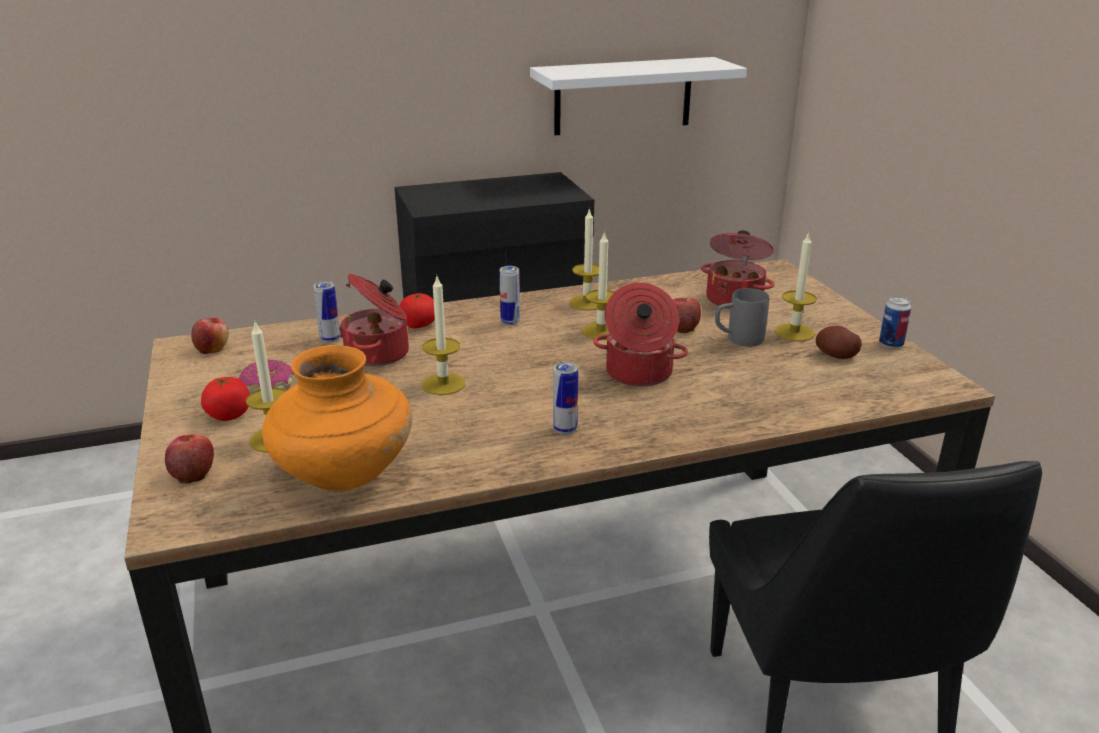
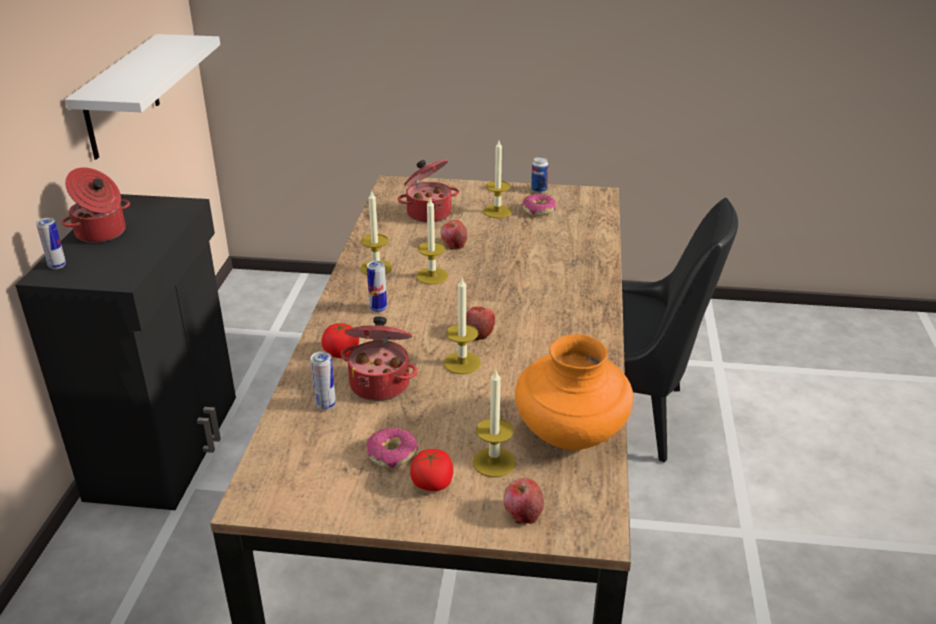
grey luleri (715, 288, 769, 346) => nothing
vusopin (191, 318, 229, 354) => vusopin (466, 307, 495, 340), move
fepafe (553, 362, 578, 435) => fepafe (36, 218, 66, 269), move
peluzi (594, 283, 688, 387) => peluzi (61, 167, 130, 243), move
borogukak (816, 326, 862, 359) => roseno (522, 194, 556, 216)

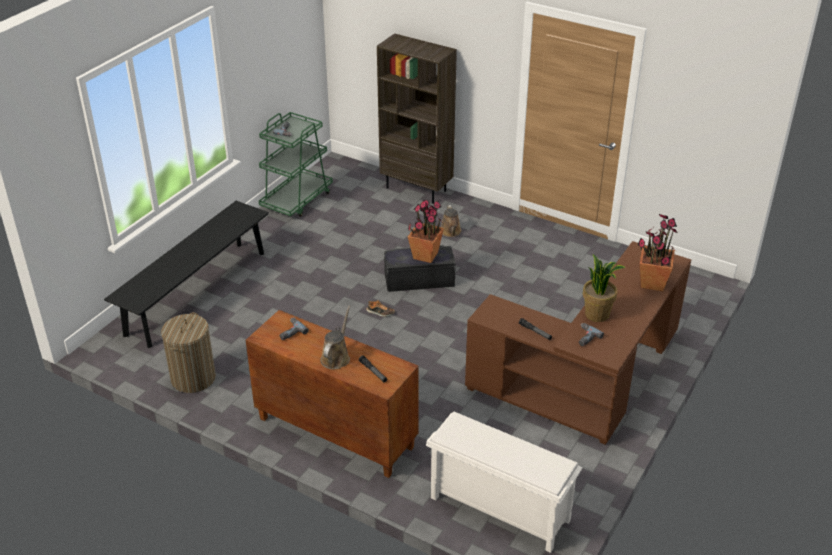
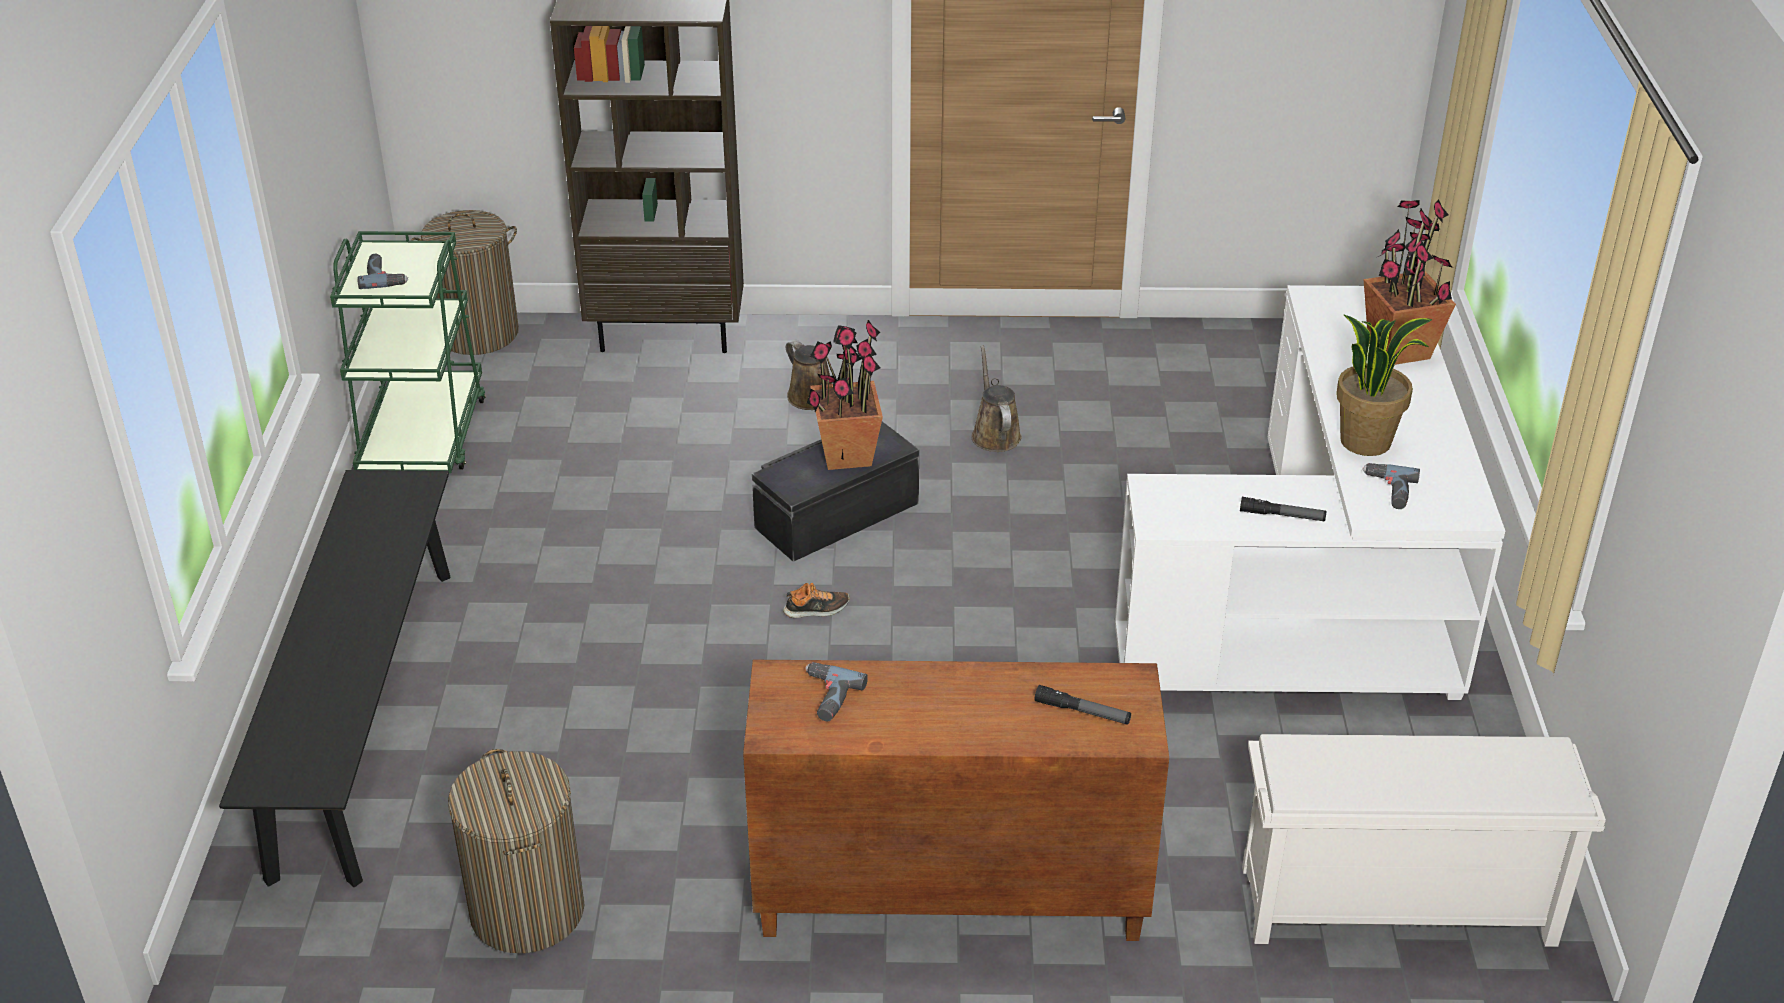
nothing => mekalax (411, 210, 519, 355)
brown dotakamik (320, 306, 351, 369) => brown dotakamik (971, 345, 1022, 452), move
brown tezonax (465, 241, 691, 445) => white tezonax (1115, 285, 1505, 700)

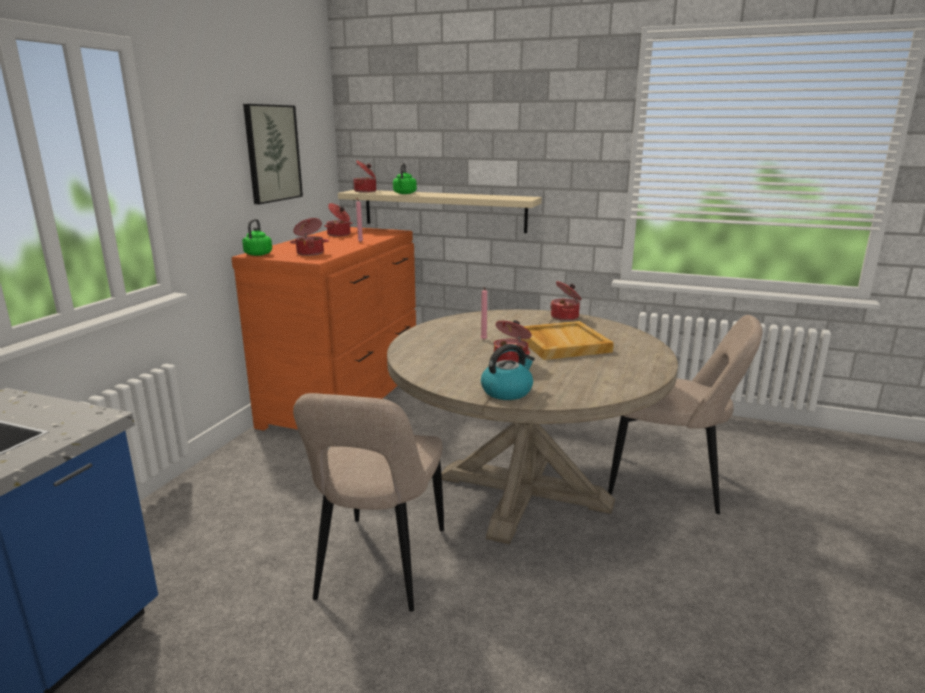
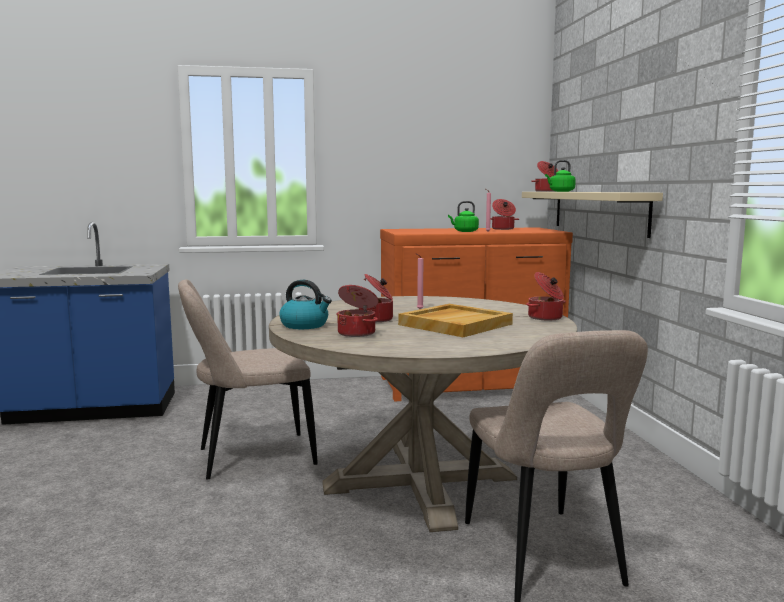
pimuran (243, 104, 303, 204) => nothing
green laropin (242, 219, 272, 256) => green laropin (448, 201, 479, 232), move
peluzi (290, 218, 329, 256) => peluzi (336, 285, 378, 337), move

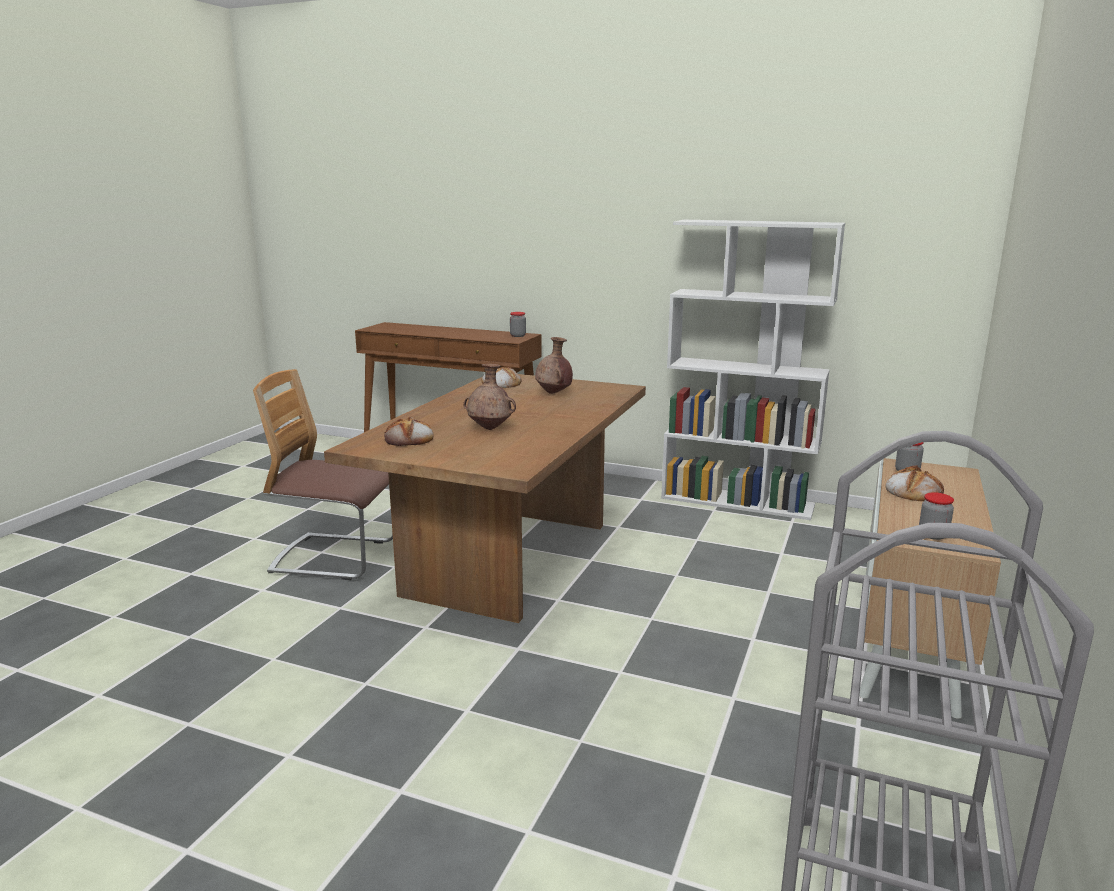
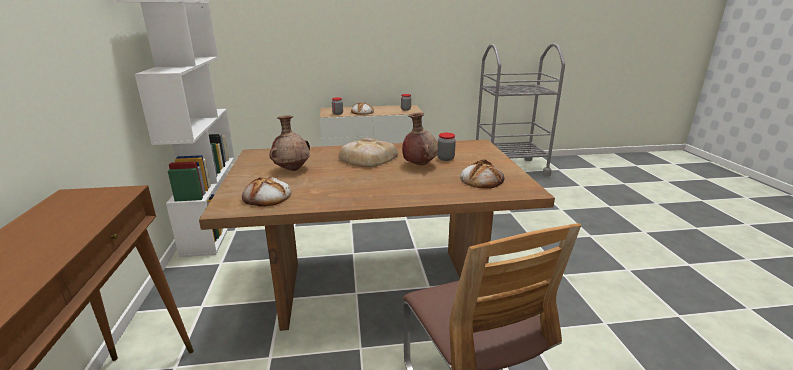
nothing => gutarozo (339, 138, 398, 167)
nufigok (510, 312, 526, 337) => nufigok (437, 133, 456, 161), move

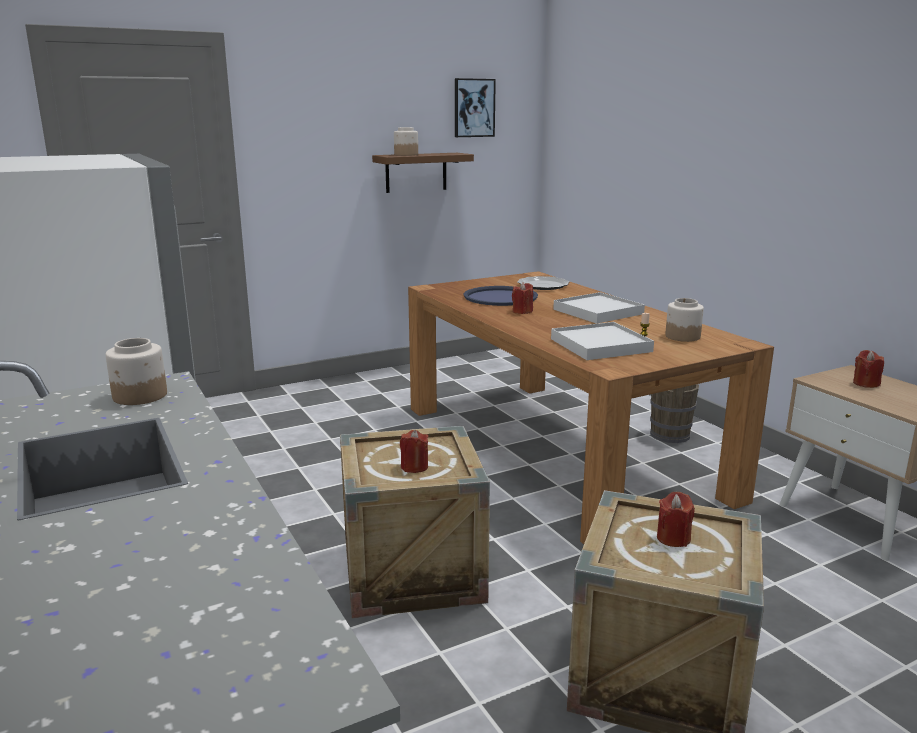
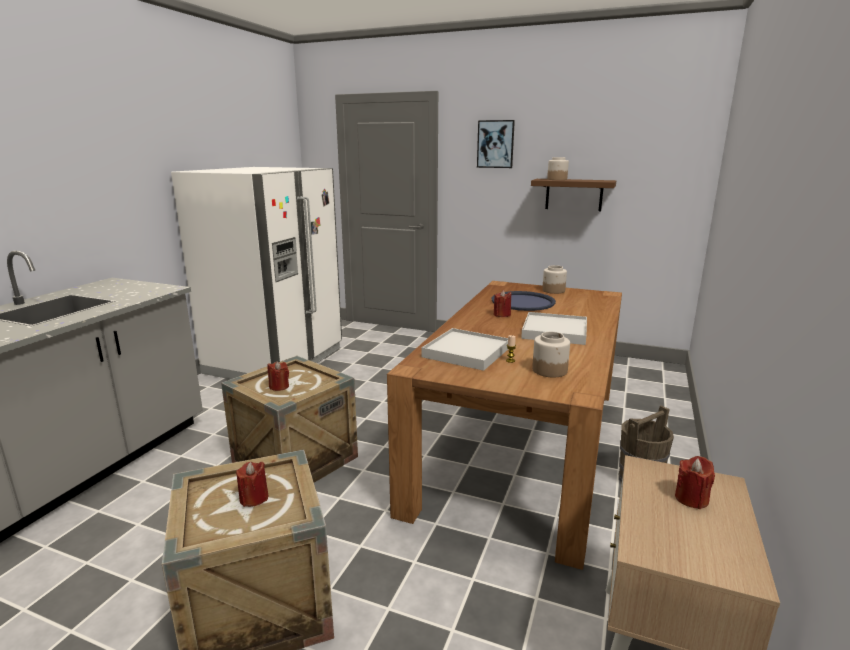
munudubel (517, 276, 569, 290) => nothing
nufigok (106, 338, 167, 405) => nufigok (542, 265, 567, 294), move
pimuran (455, 78, 496, 137) => pimuran (477, 120, 515, 168), move

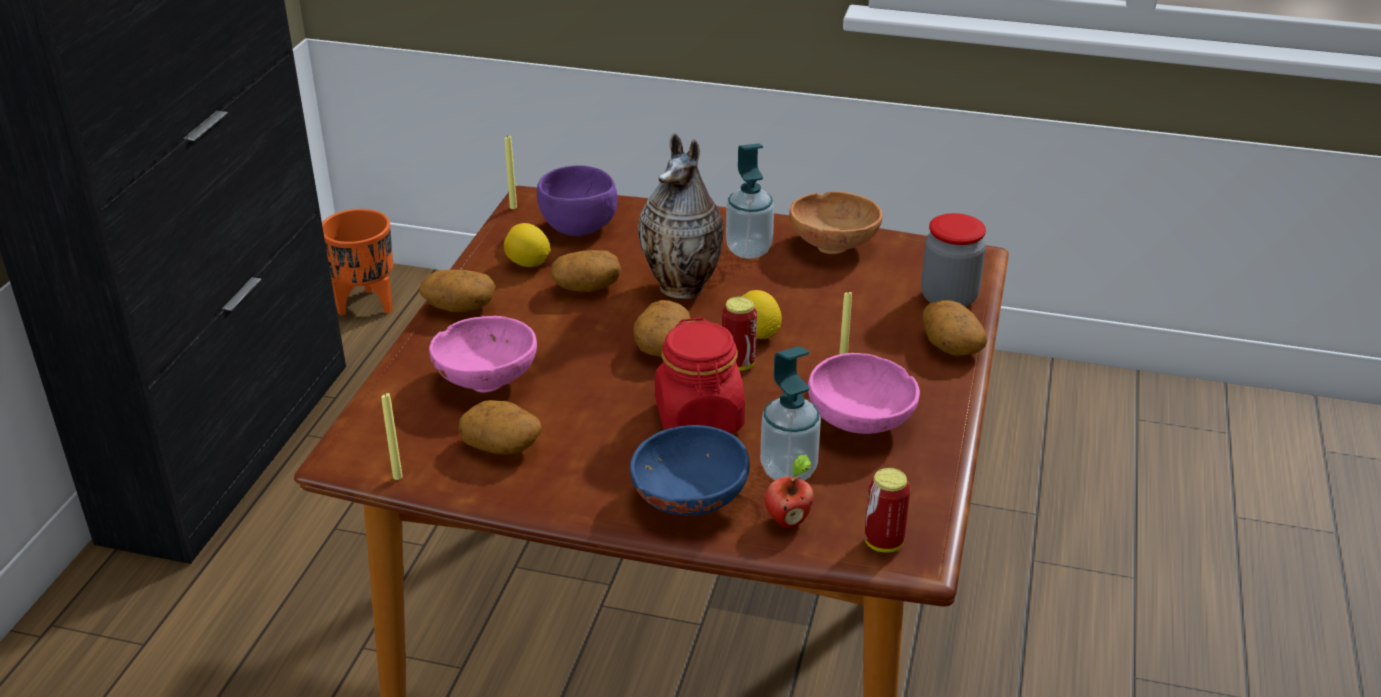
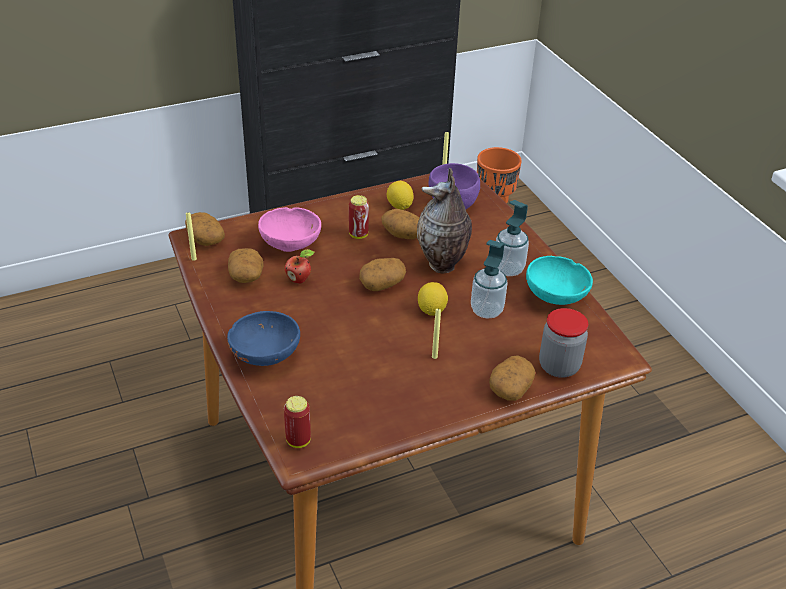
red nufigok (655, 317, 745, 433) => nothing
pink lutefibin (808, 353, 920, 434) => nothing
borogukak (420, 270, 496, 312) => borogukak (185, 212, 225, 246), move
fepafe (722, 296, 757, 371) => fepafe (349, 195, 369, 239), move
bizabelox (760, 346, 821, 480) => bizabelox (471, 240, 508, 319), move
vusopin (765, 454, 814, 528) => vusopin (285, 249, 314, 284), move
brown lutefibin (789, 191, 883, 254) => turquoise lutefibin (526, 256, 593, 305)

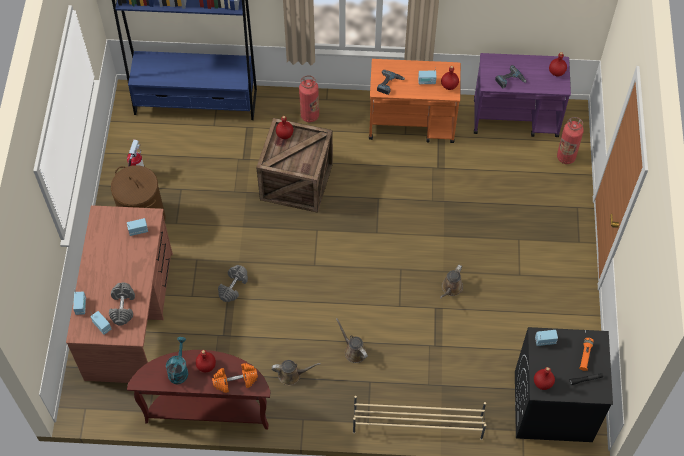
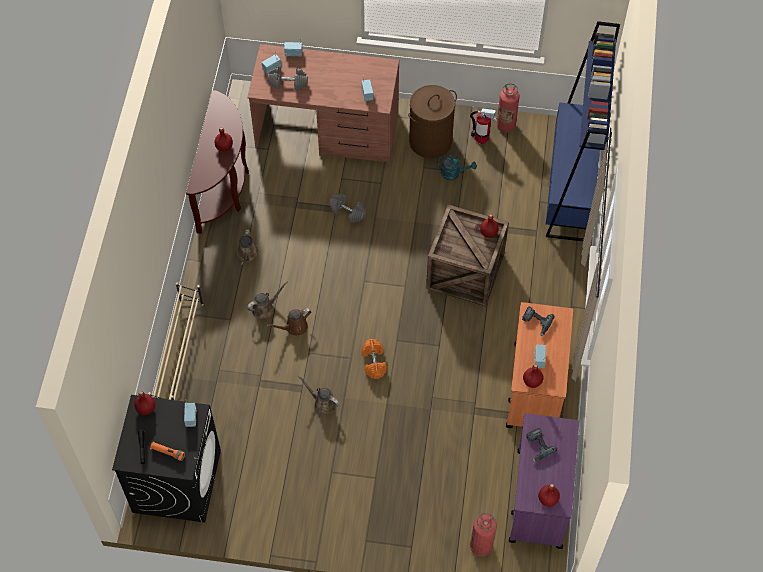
nothing => brown dotakamik (266, 308, 311, 335)
turquoise dotakamik (166, 337, 188, 384) => turquoise dotakamik (437, 155, 477, 180), move
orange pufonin (212, 363, 258, 393) => orange pufonin (362, 339, 387, 379), move
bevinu (299, 75, 319, 122) => bevinu (497, 83, 519, 133), move

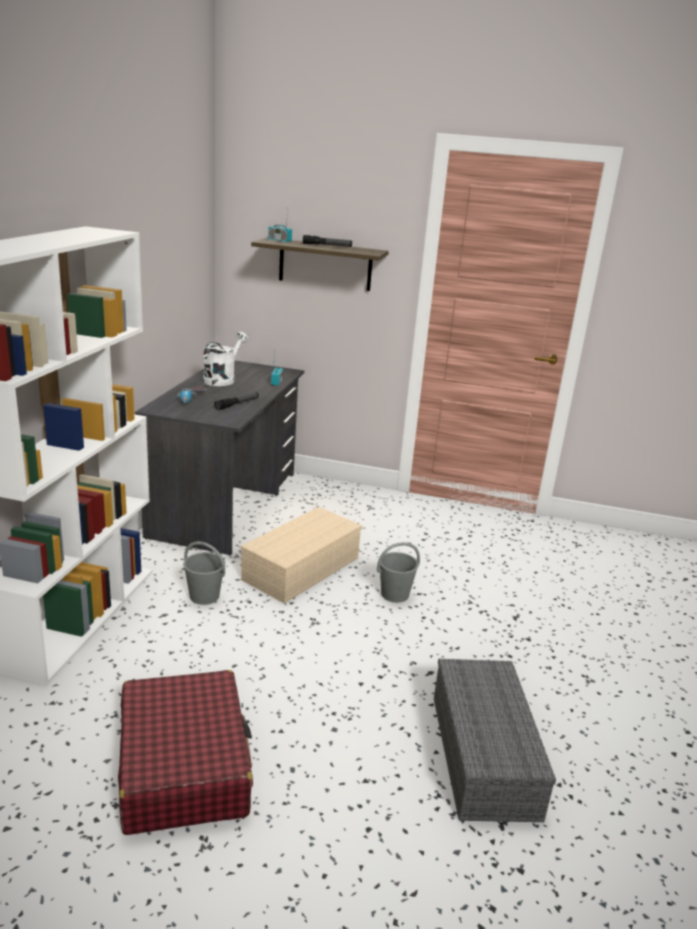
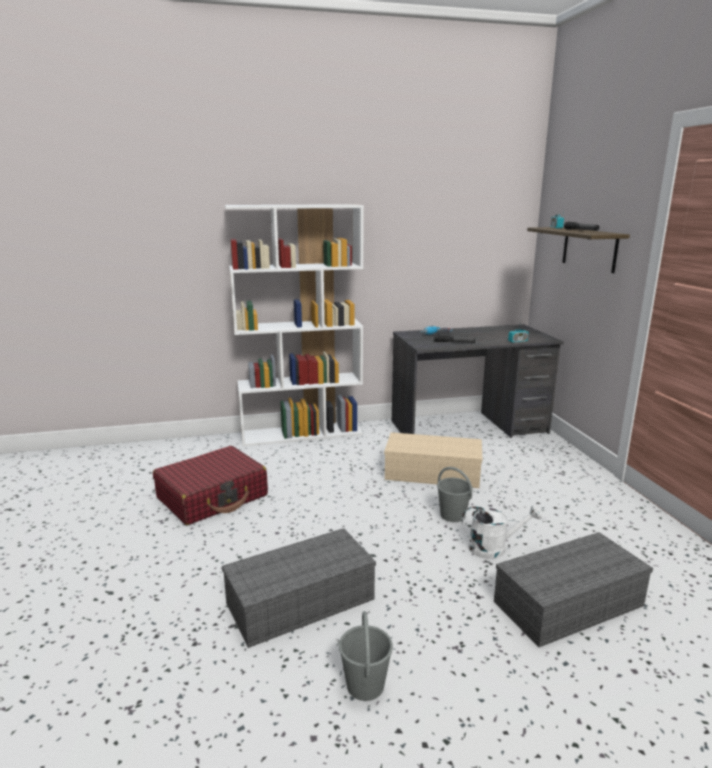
nothing => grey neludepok (494, 532, 653, 647)
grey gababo (183, 541, 225, 605) => grey gababo (339, 611, 393, 701), move
white dotakamik (203, 332, 248, 386) => white dotakamik (461, 505, 542, 559), move

